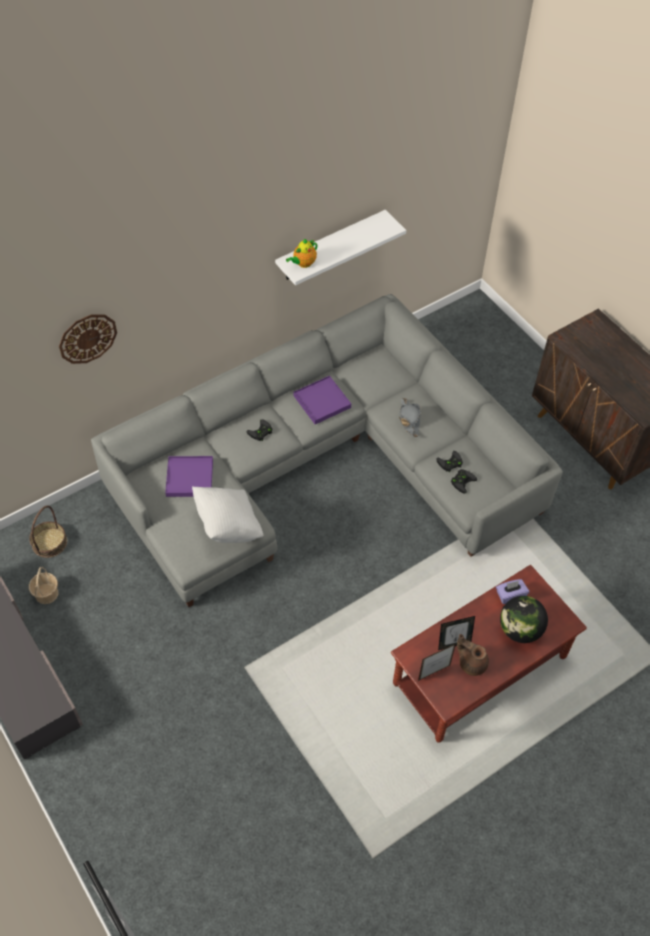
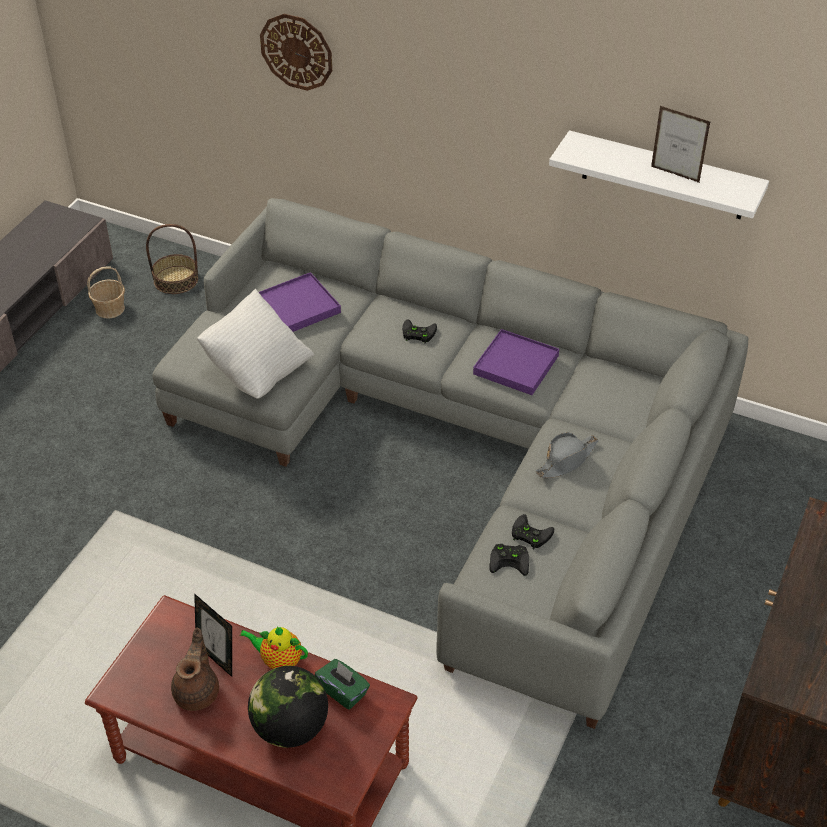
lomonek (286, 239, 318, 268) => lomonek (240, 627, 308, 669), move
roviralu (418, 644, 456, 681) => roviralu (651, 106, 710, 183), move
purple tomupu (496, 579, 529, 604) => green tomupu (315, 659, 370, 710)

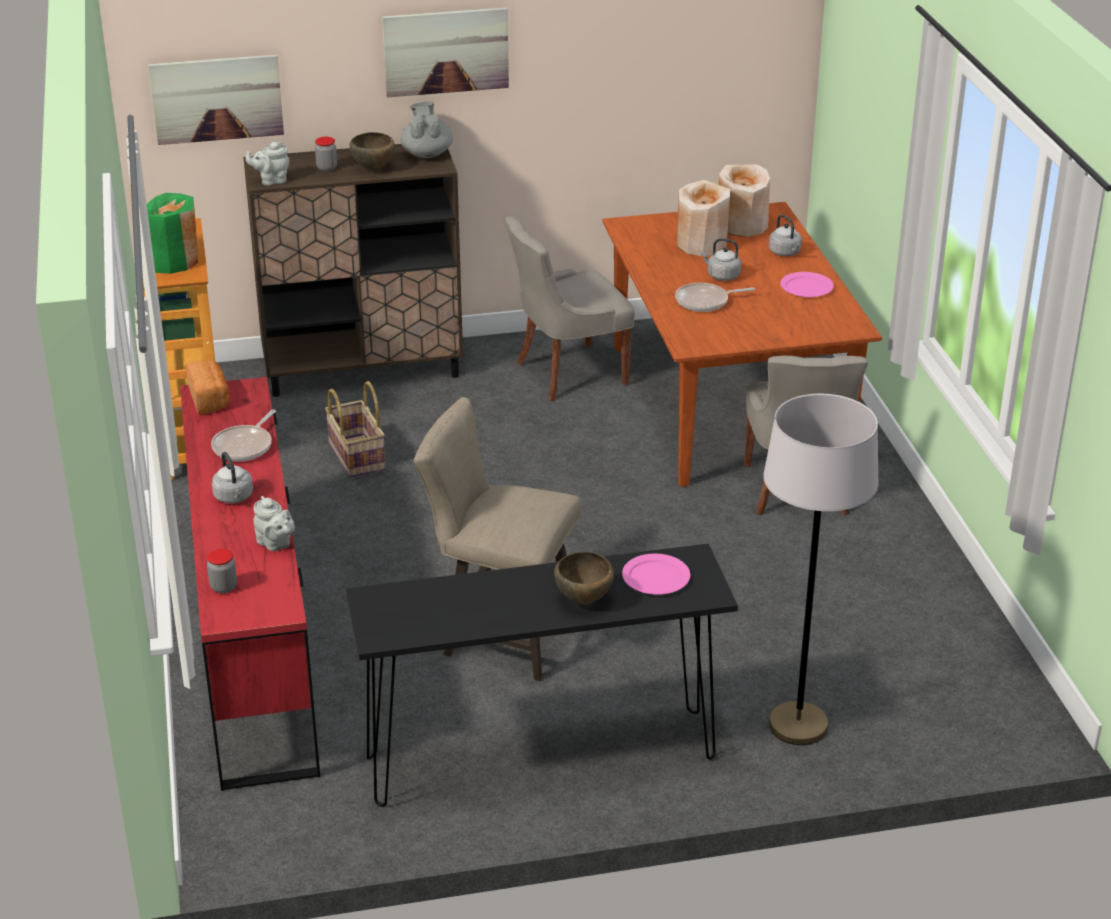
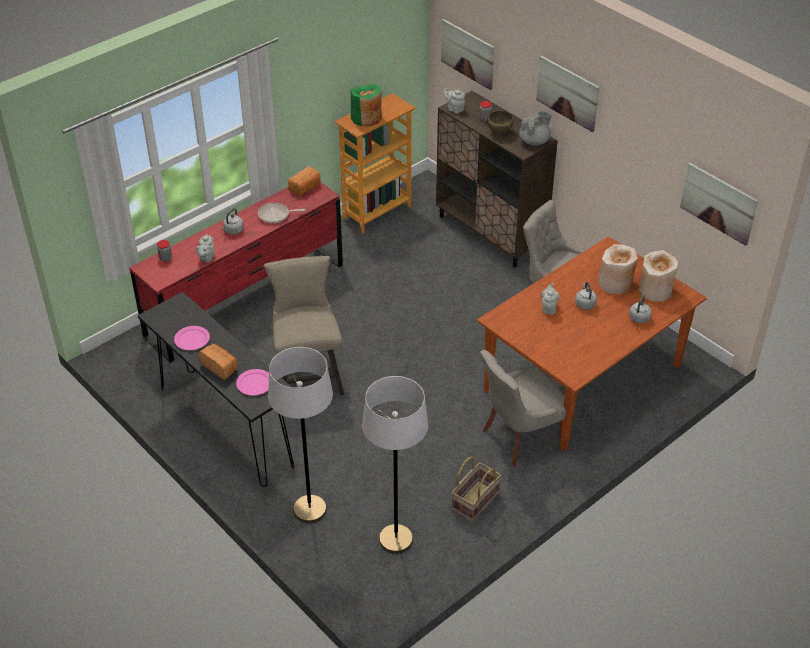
nothing => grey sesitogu (362, 376, 428, 554)
nothing => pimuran (680, 163, 758, 246)
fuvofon (325, 381, 386, 478) => fuvofon (451, 456, 501, 522), move
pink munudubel (780, 272, 834, 297) => pink munudubel (174, 326, 210, 350), move
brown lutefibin (554, 552, 614, 605) => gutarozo (199, 344, 237, 380)
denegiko (675, 283, 755, 312) => grey lomonek (541, 283, 559, 315)

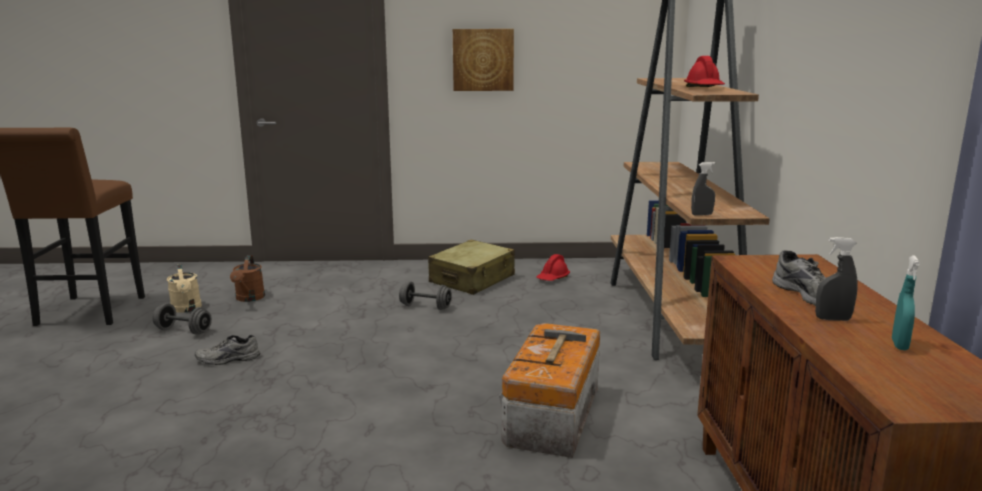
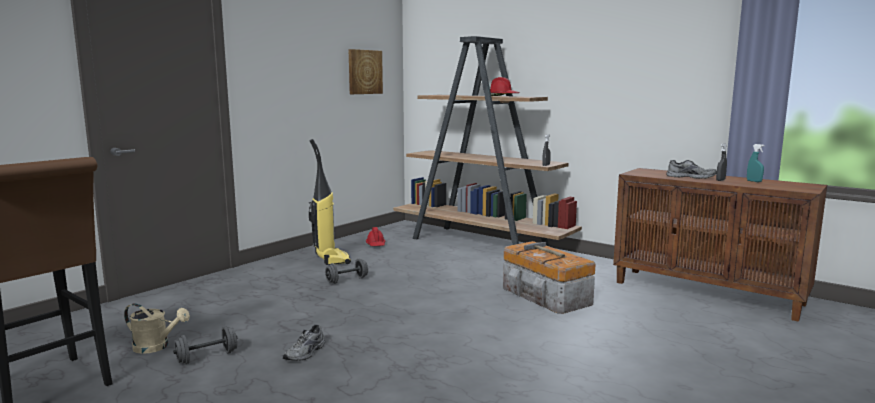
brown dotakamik (230, 255, 265, 302) => nothing
pimuran (453, 29, 514, 91) => pimuran (349, 49, 383, 94), move
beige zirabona (428, 240, 515, 295) => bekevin (309, 139, 351, 265)

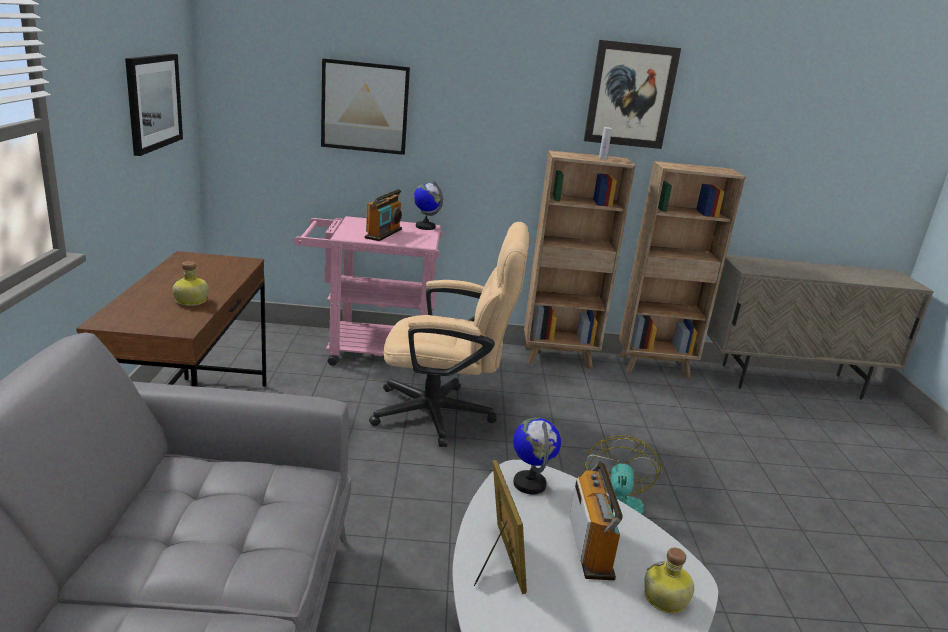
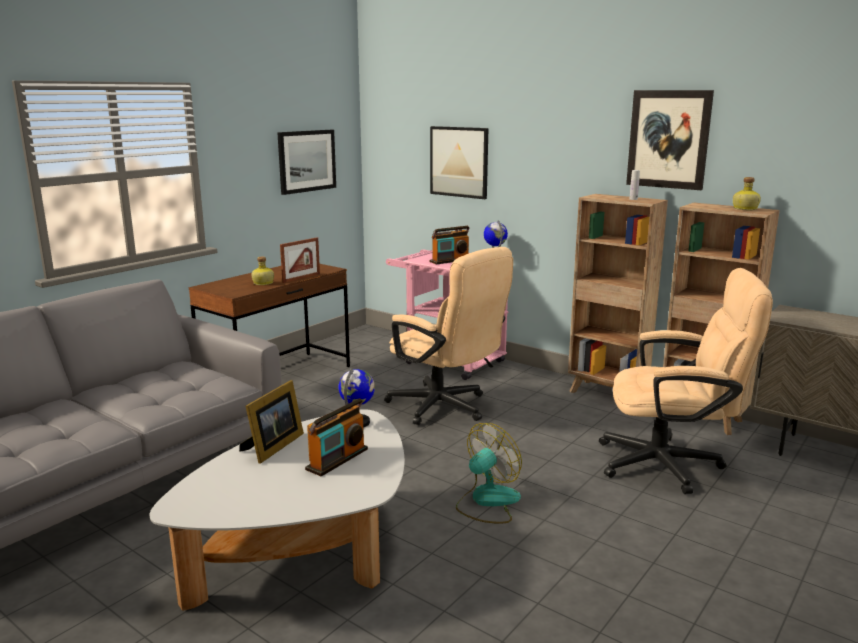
nothing => roviralu (280, 237, 320, 283)
nothing => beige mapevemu (599, 268, 773, 494)
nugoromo (644, 547, 694, 614) => nugoromo (733, 177, 761, 210), move

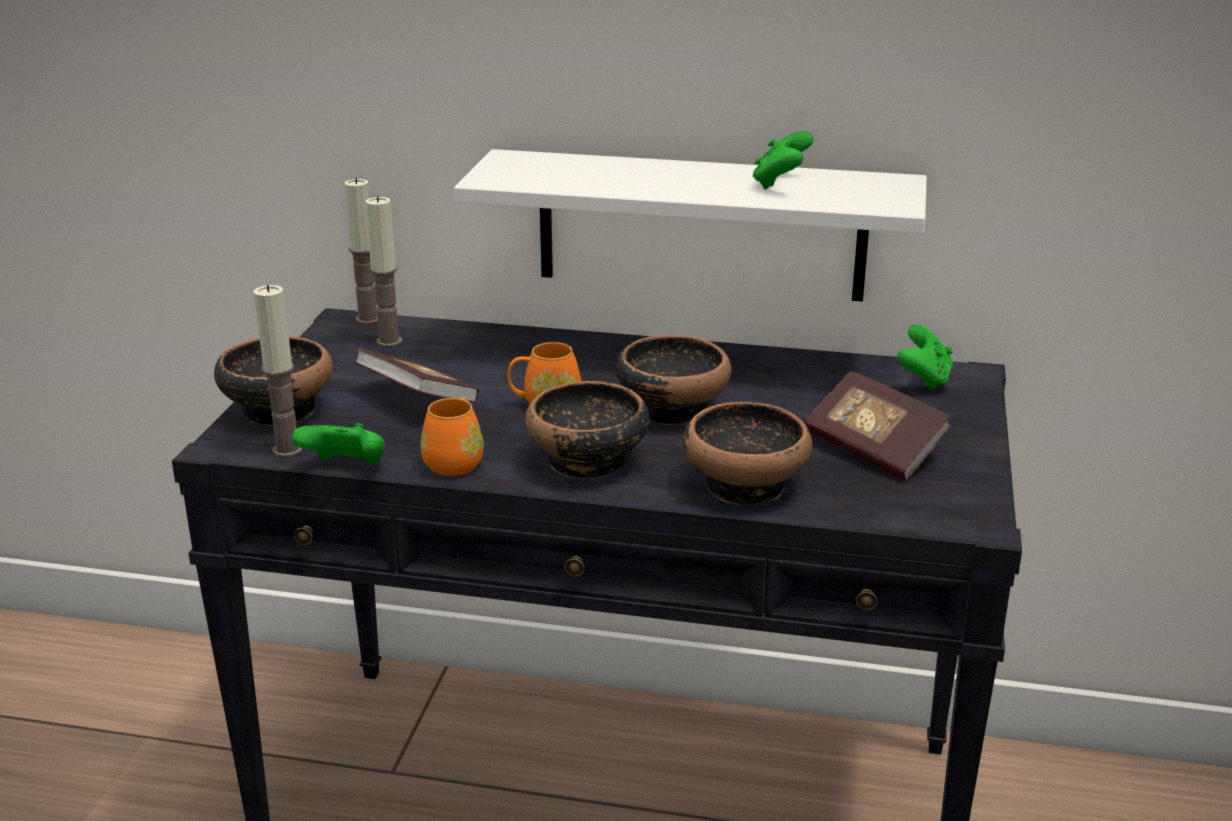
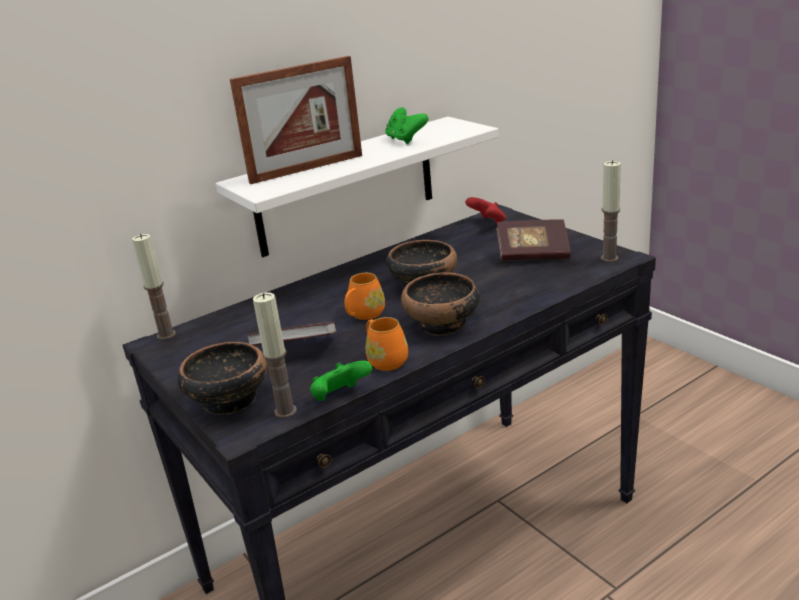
lutefibin (683, 401, 812, 505) => nothing
nothing => roviralu (230, 56, 362, 184)
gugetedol (366, 196, 402, 347) => gugetedol (601, 160, 621, 262), move
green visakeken (897, 324, 953, 391) => red visakeken (465, 197, 506, 224)

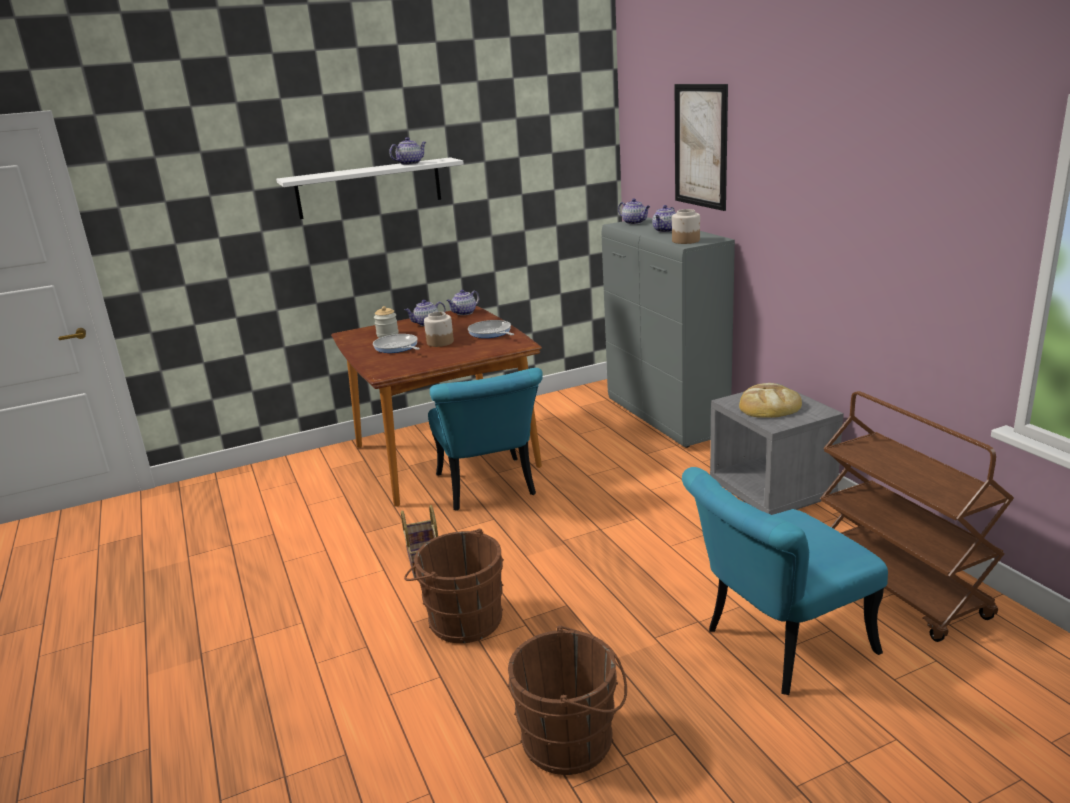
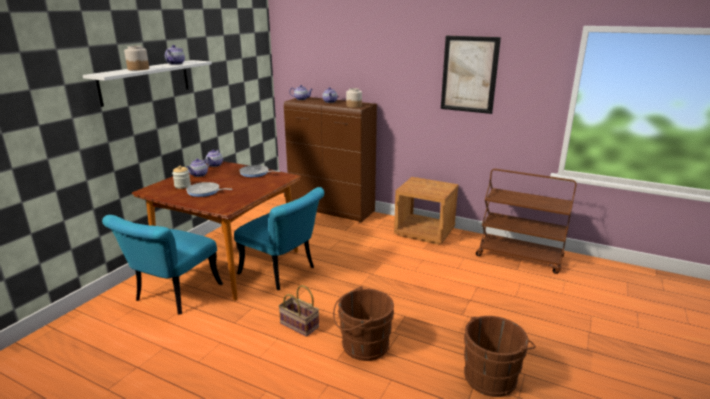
gutarozo (739, 383, 802, 418) => nothing
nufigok (424, 312, 454, 347) => nufigok (124, 46, 149, 71), move
pimuran (675, 84, 728, 211) => pimuran (441, 36, 501, 114), move
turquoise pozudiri (682, 467, 888, 695) => turquoise pozudiri (102, 215, 223, 315), move
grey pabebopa (601, 217, 735, 448) => brown pabebopa (284, 97, 377, 222)
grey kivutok (710, 383, 844, 515) => brown kivutok (394, 177, 459, 245)

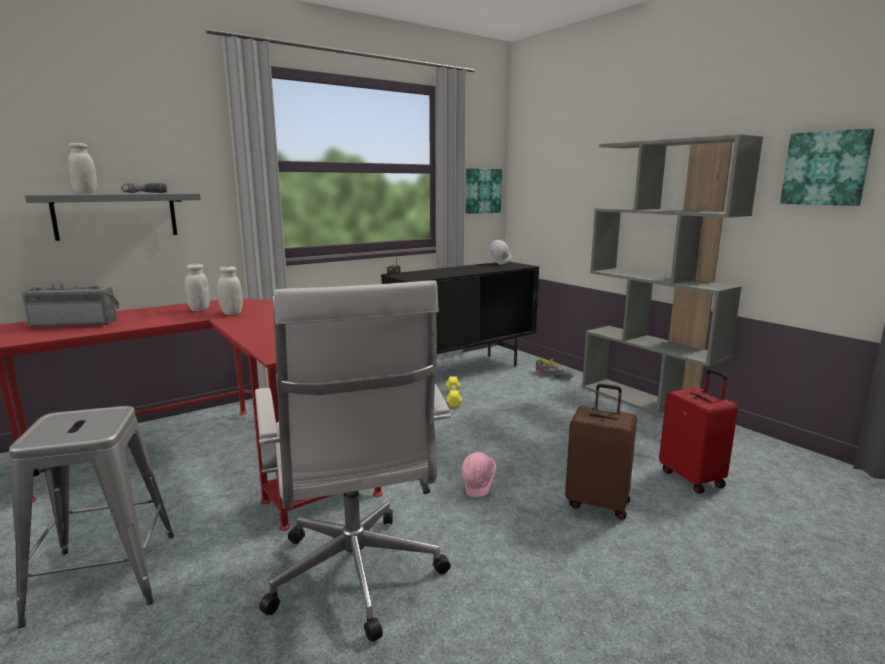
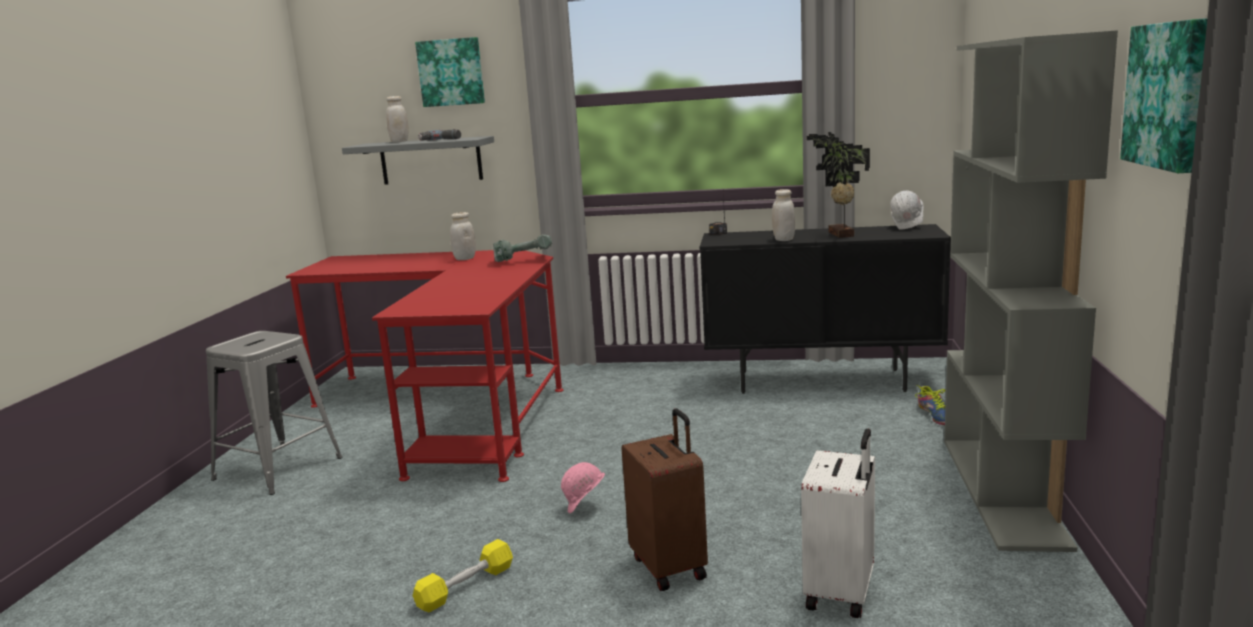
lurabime (22, 283, 119, 328) => nothing
white mapevemu (255, 280, 451, 642) => nothing
nothing => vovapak (493, 234, 552, 262)
nothing => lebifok (807, 132, 870, 238)
white nufigok (217, 266, 243, 315) => white nufigok (772, 189, 795, 241), move
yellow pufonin (446, 376, 462, 407) => yellow pufonin (413, 539, 513, 612), move
pimuran (466, 168, 502, 214) => pimuran (415, 37, 485, 107), move
red zirabona (659, 369, 738, 494) => white zirabona (801, 429, 875, 618)

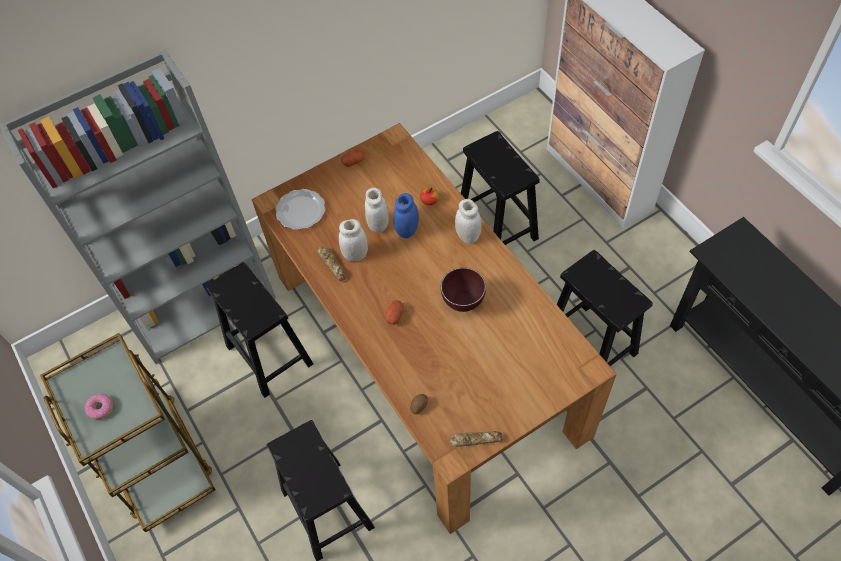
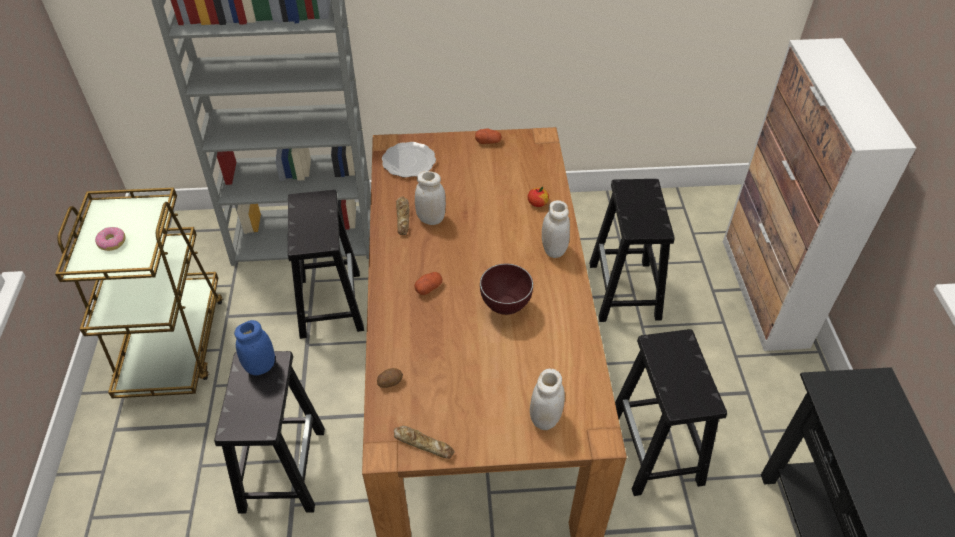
white nufigok (365, 188, 389, 233) => white nufigok (530, 369, 565, 430), move
blue nufigok (393, 193, 419, 238) => blue nufigok (234, 320, 275, 376), move

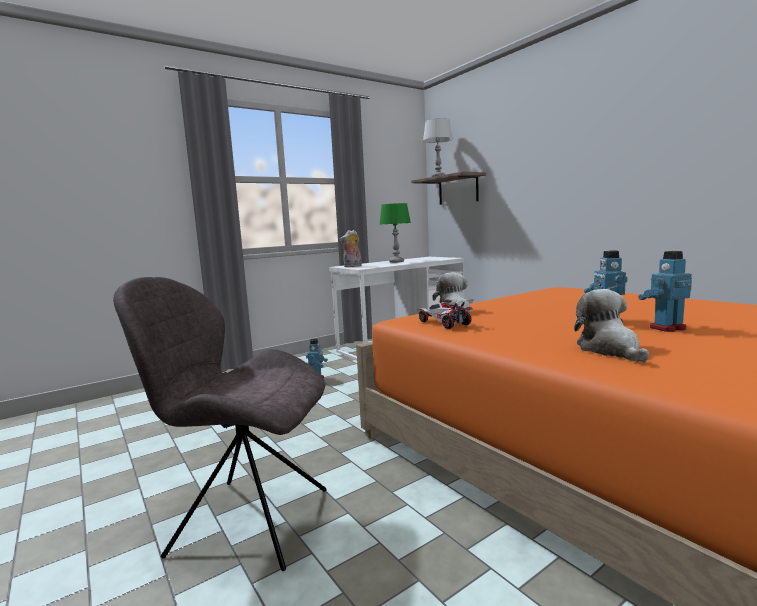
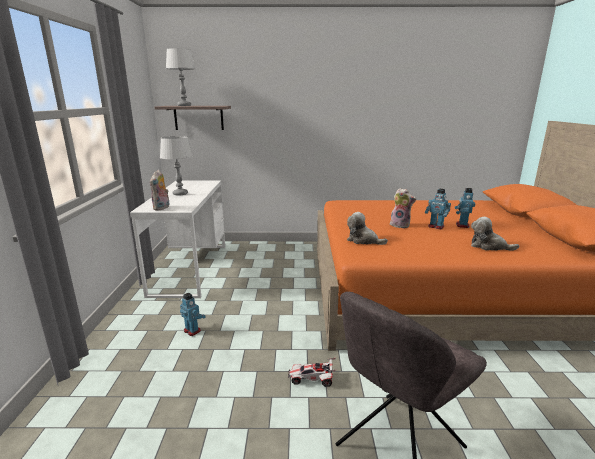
nothing => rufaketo (390, 188, 416, 228)
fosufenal (419, 299, 474, 329) => fosufenal (288, 358, 336, 387), move
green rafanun (380, 203, 411, 263) => grey rafanun (160, 136, 192, 196)

